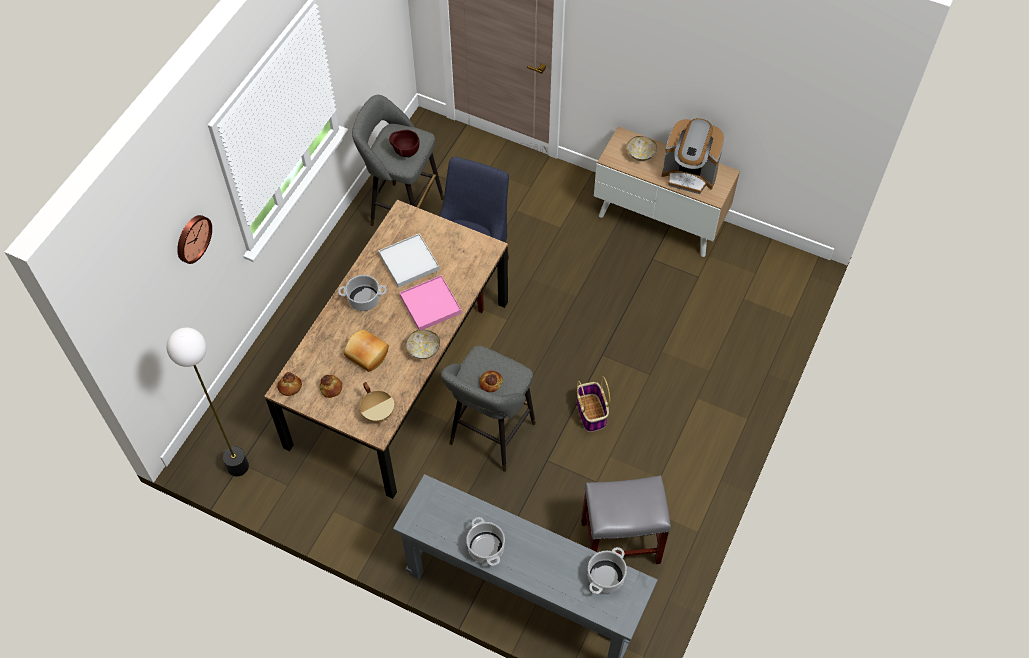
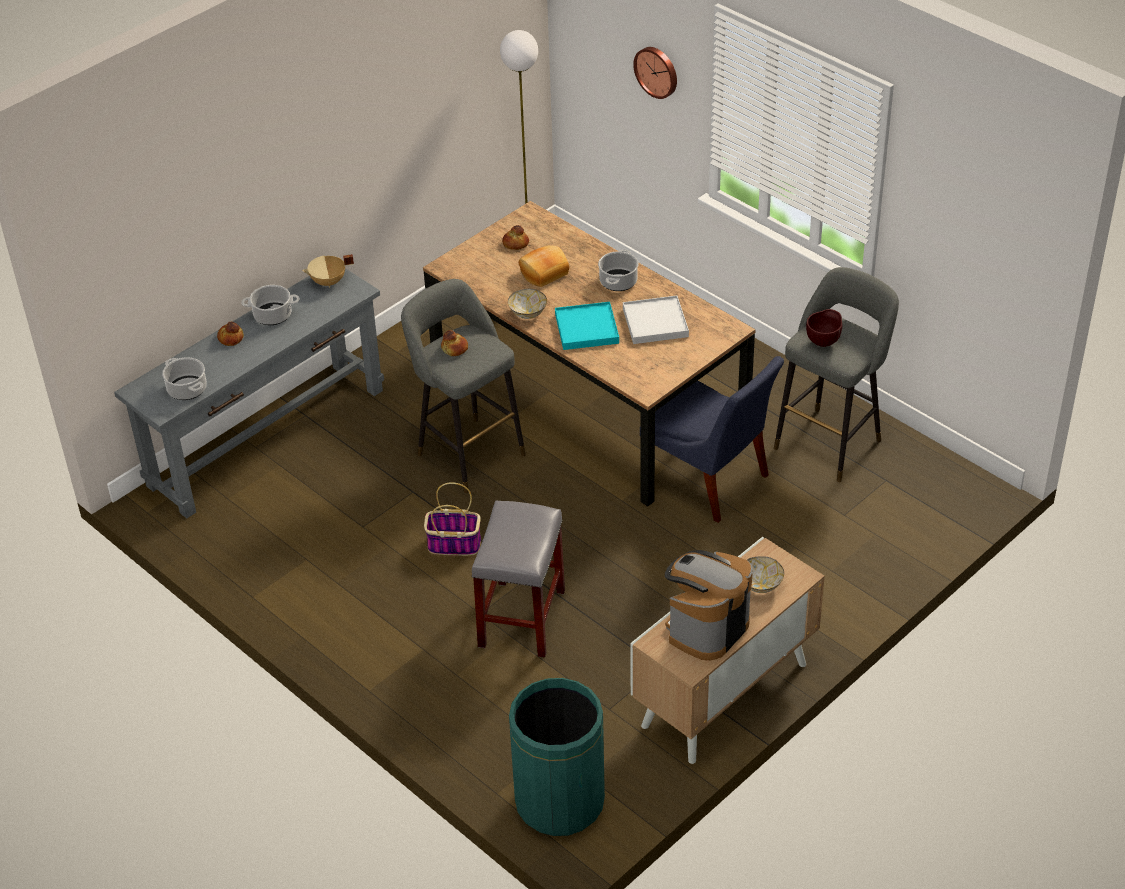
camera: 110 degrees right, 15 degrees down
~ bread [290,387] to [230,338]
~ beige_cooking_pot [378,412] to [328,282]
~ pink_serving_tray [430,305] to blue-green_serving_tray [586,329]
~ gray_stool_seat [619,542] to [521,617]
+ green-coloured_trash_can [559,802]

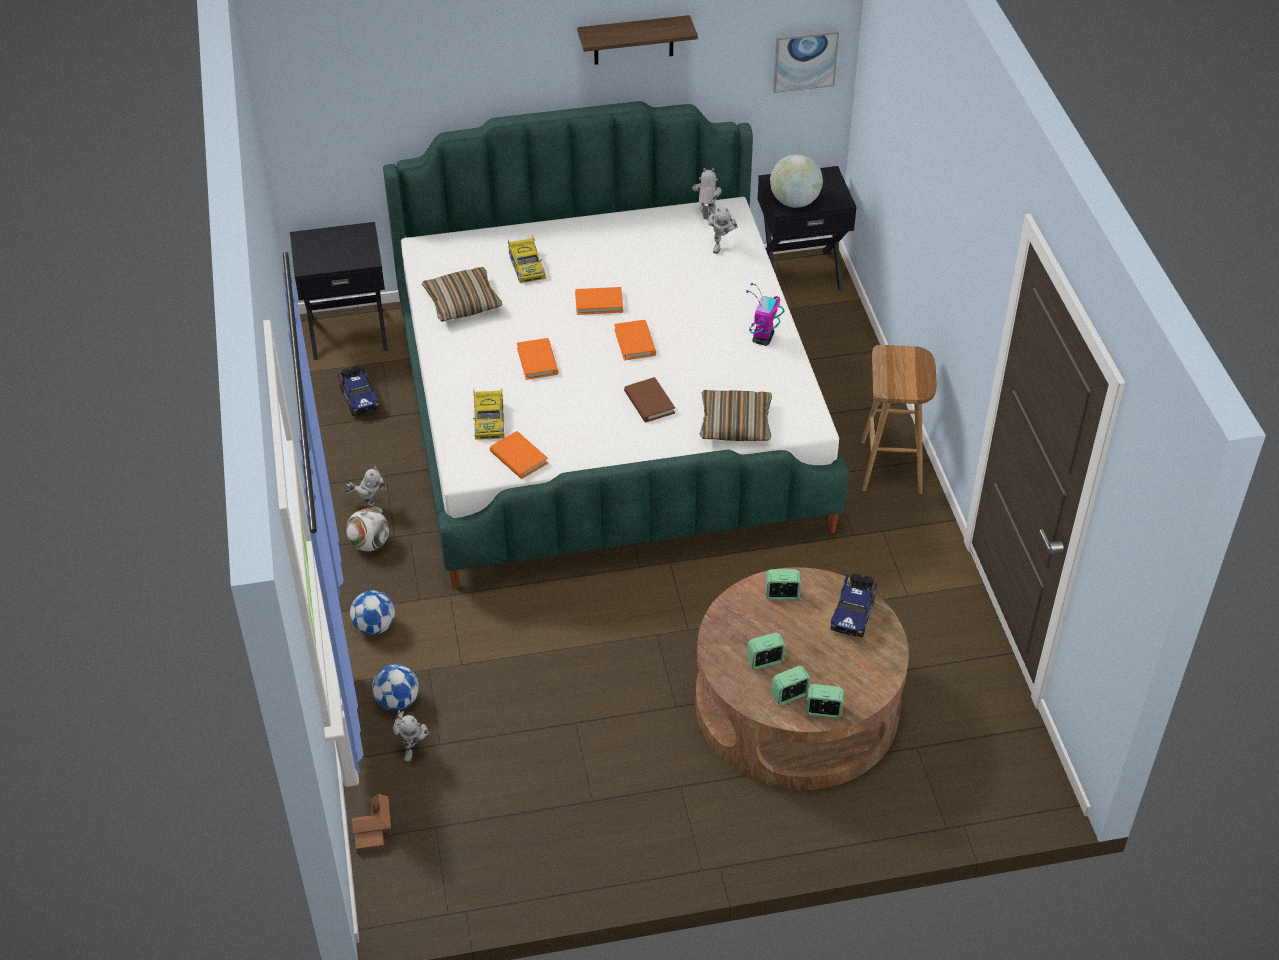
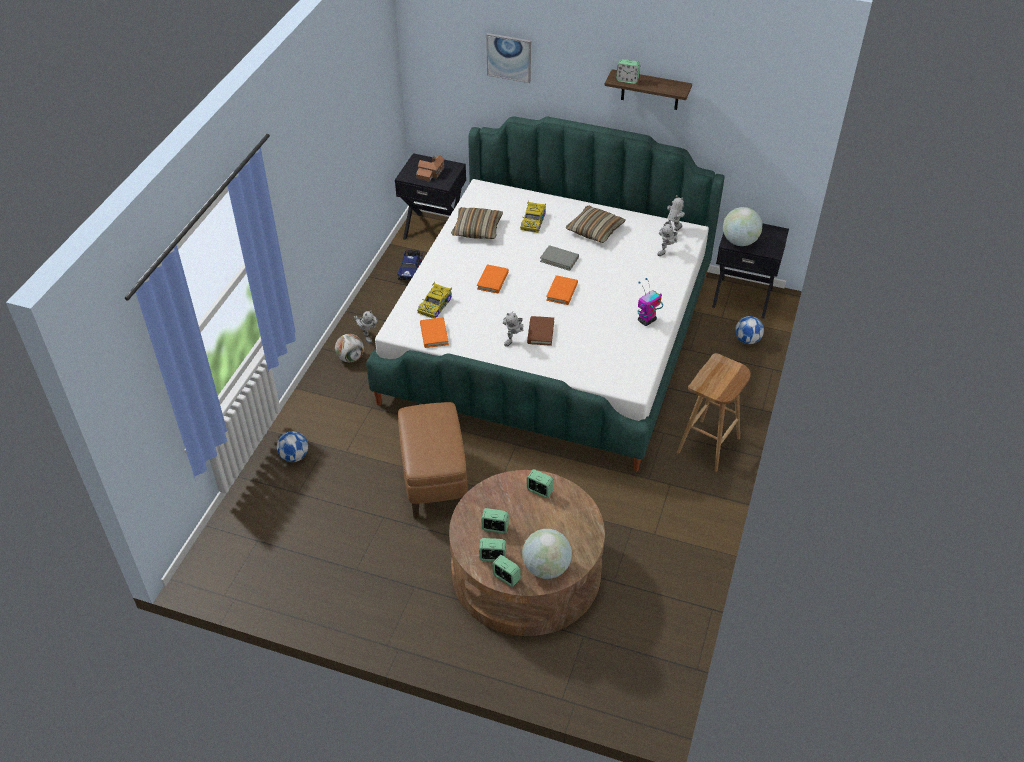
camera: 30 degrees right, 0 degrees up
~ football [374,626] to [747,340]
~ toy_house [373,831] to [430,173]
~ model_robot [413,747] to [514,340]
~ orange_bound_book [599,303] to gray_bound_book [559,259]
~ pillow [735,424] to [595,230]
~ wall_picture [805,60] to [509,57]
- toy_lorry [853,612]
+ brown-coloured_footrest [434,481]
+ world_globe [546,568]
+ alarm_clock [627,80]

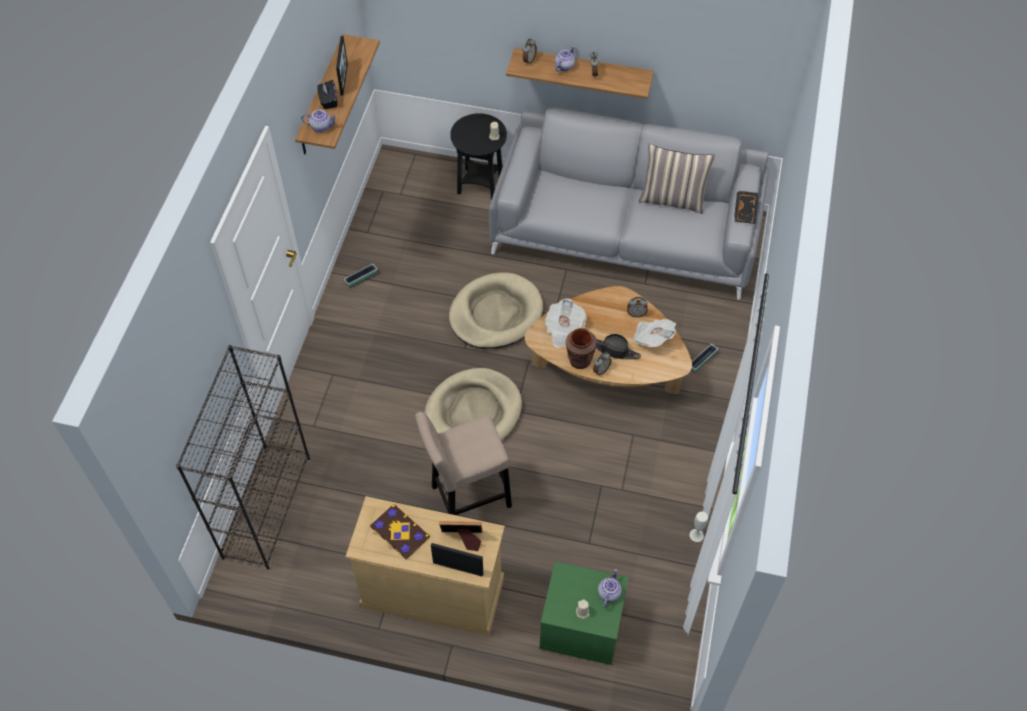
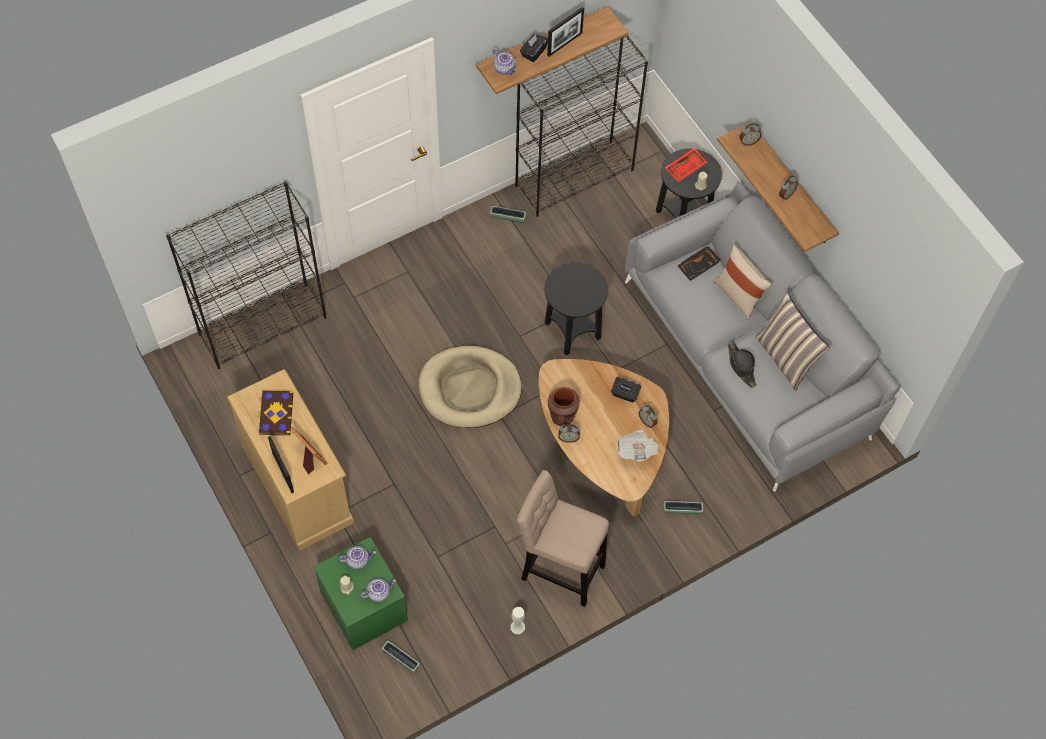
camera: 45 degrees right, 5 degrees up
~ beige_stool_seat [466,498] to [559,569]
~ beige_dog_bed [495,314] to black-coloured_end_table [572,331]
- newspaper [564,331]
~ pot_for_tea [564,66] to [358,560]
~ black-coloured_clothing_hat [615,350] to [741,366]
~ black-coloured_serving_tray [746,211] to [698,266]
+ plant_pot [401,659]
+ black-coloured_bookshelf [575,177]
+ black-coloured_tissue_holder [625,394]
+ red-coloured_serving_tray [686,168]
+ beige_pillow [738,296]

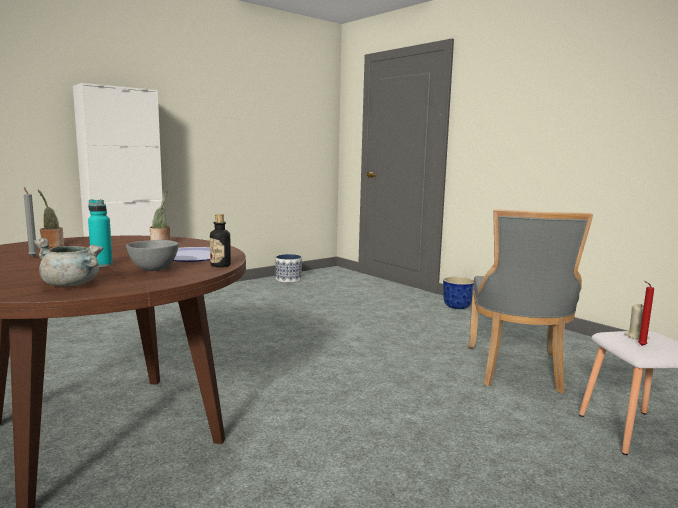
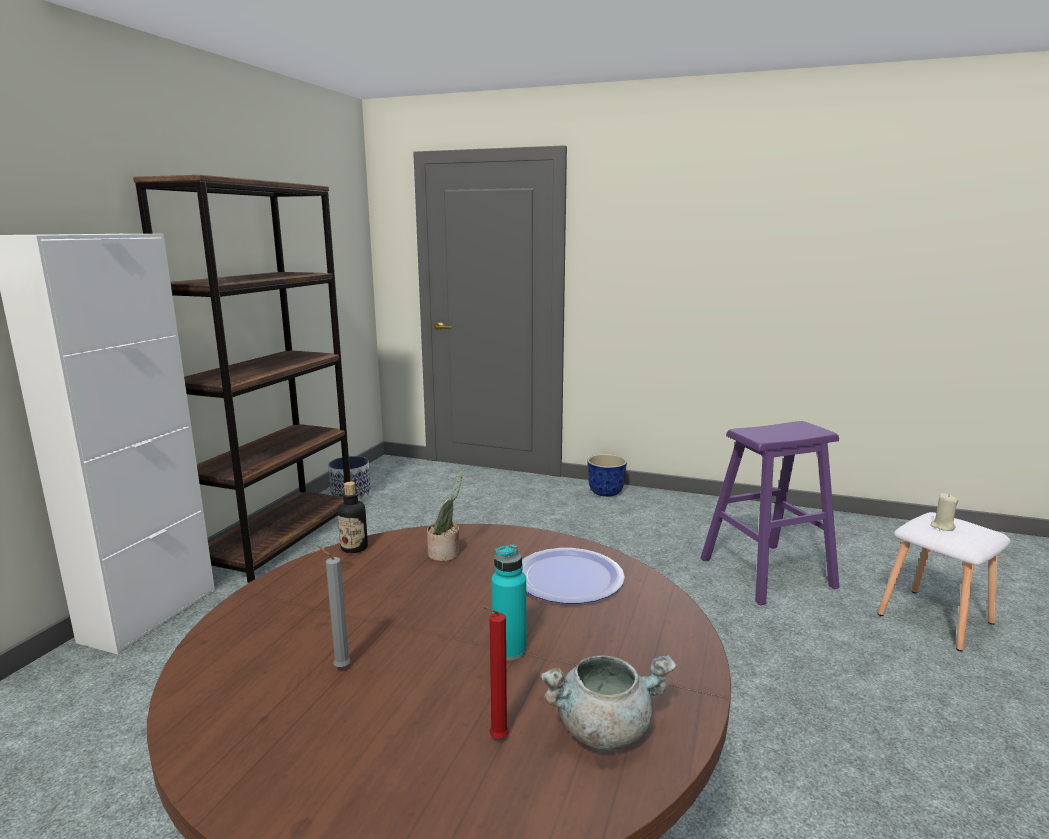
camera: 30 degrees left, 5 degrees up
- plant_in_a_pot [51,245]
- gray_bowl [153,270]
~ drink_bottle [220,265] to [354,548]
~ gray_chair [516,370] to purplish_stool_seat [766,573]
~ red-coloured_wax_candle [640,345] to [496,739]
+ brown-coloured_bookshelf [281,539]

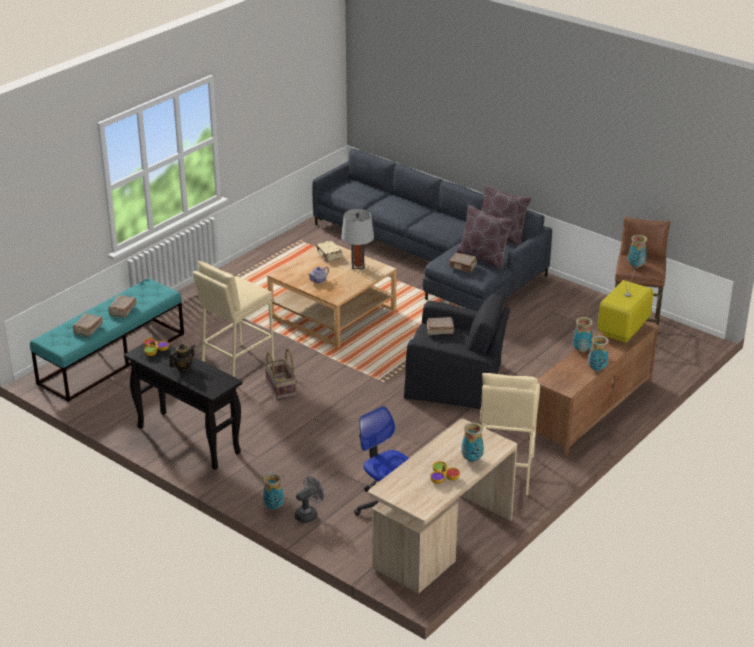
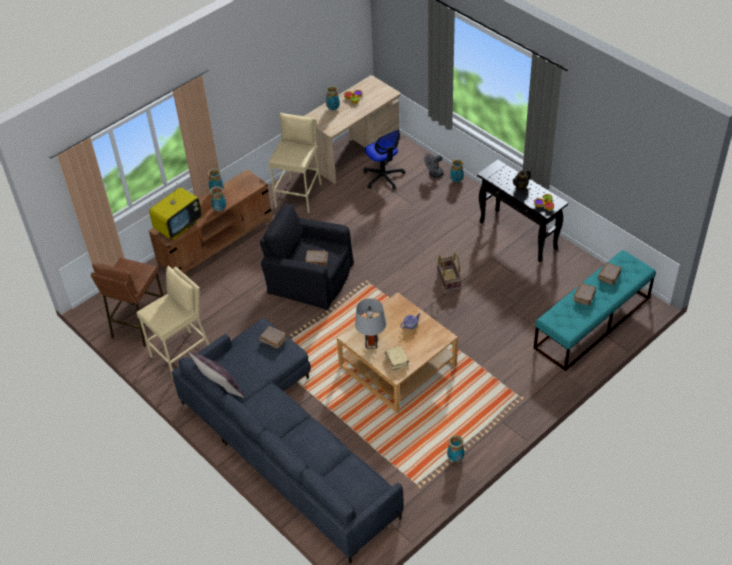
camera: 170 degrees left, 15 degrees up
~ beige_stool_seat [237,364] to [182,355]
- brown-coloured_pillow [483,258]
~ flower_vase [636,266] to [455,458]

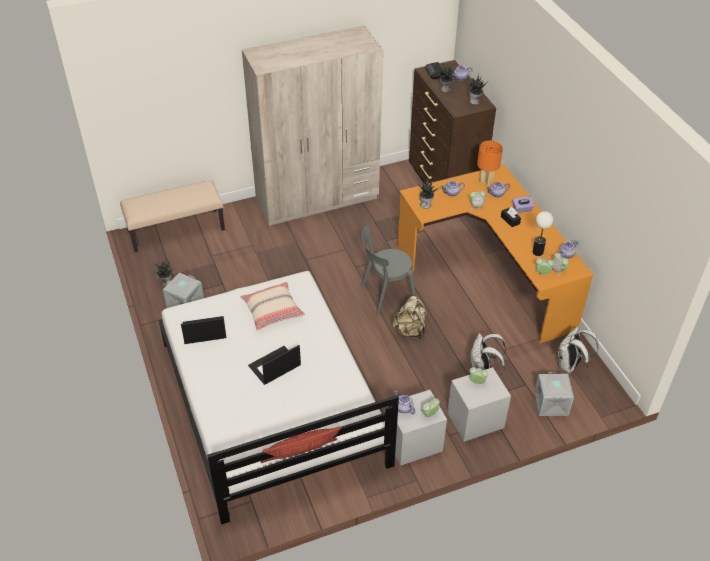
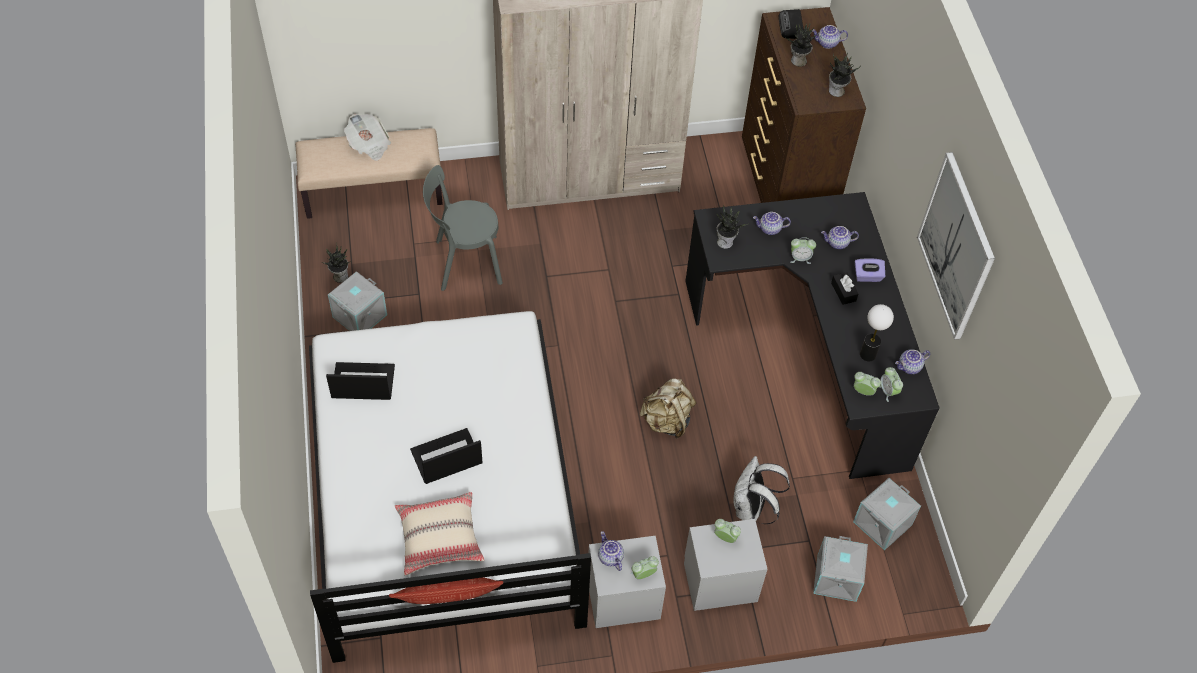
camera: 10 degrees right, 10 degrees up
~ beige_pillow [272,311] to [439,538]
~ gray_chair [385,296] to [464,262]
~ orange_desk [490,275] to black-coloured_desk [810,353]
- orange_table_lamp [486,181]
~ white-coloured_knapsack [570,366] to gray_storage_container [883,524]
+ newspaper [369,145]
+ wall_picture [956,246]

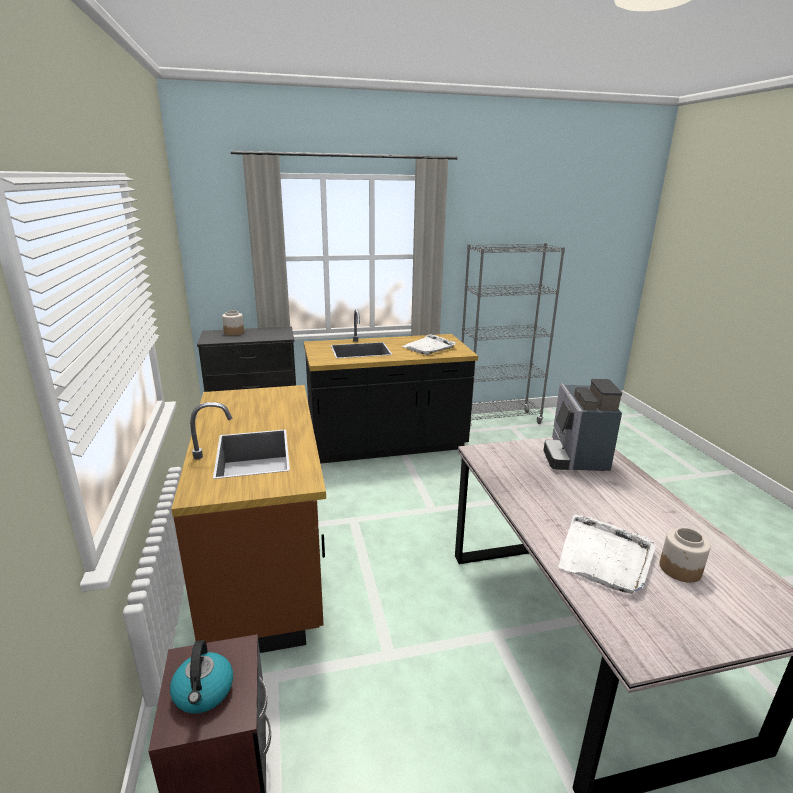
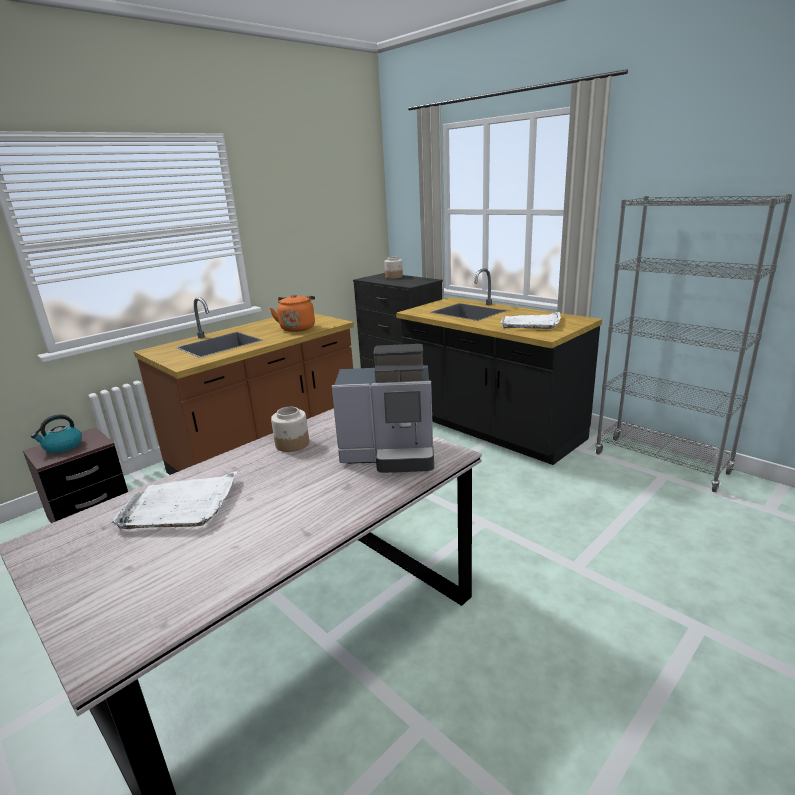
camera: 60 degrees right, 0 degrees up
~ coffee_machine [575,456] = [391,455] 150 degrees counterclockwise
~ storage_jar [680,569] to [292,444]
+ orange_water_kettle [298,328]

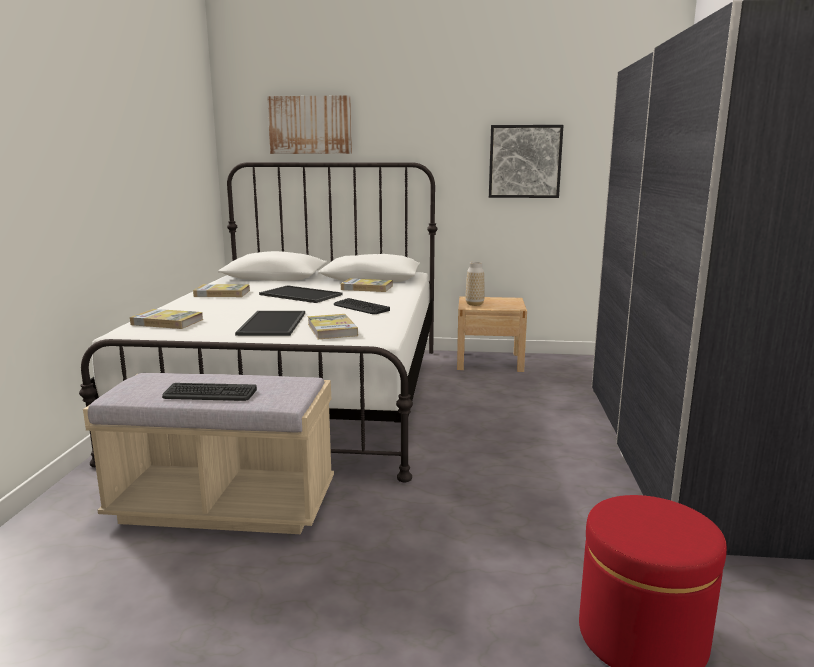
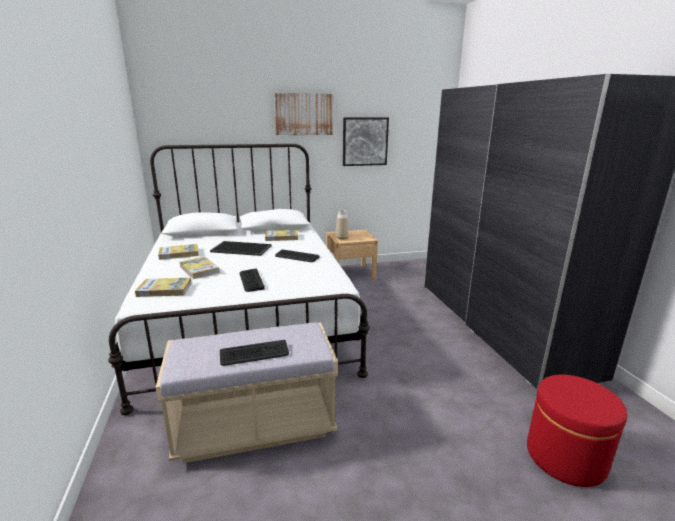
camera: 20 degrees left, 5 degrees up
~ serving_tray [273,324] to computer_keyboard [251,280]
~ wall_picture [310,125] to [304,114]
~ bound_book [332,329] to [199,269]

